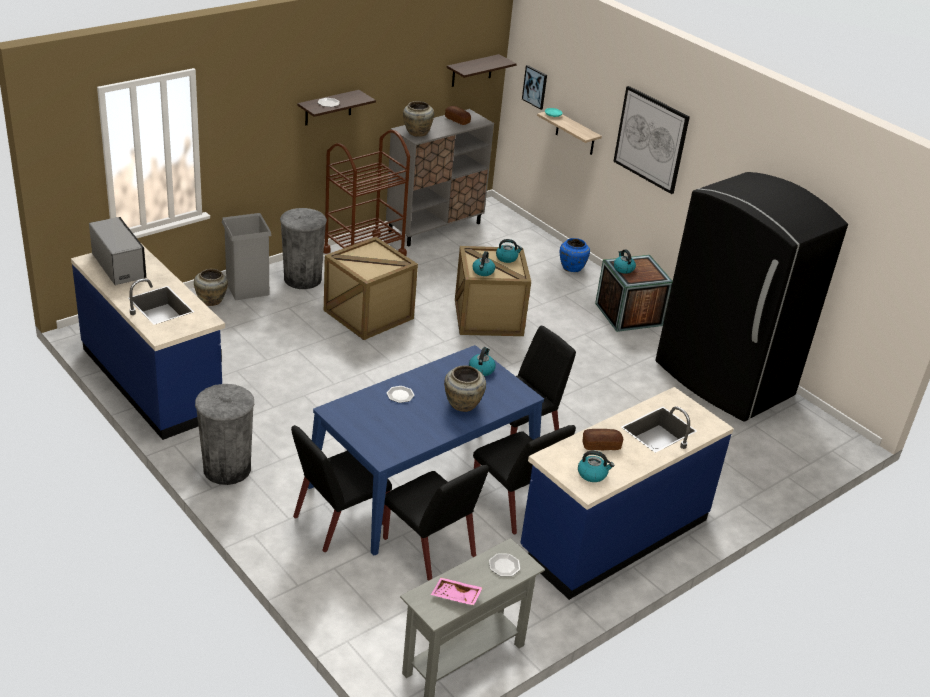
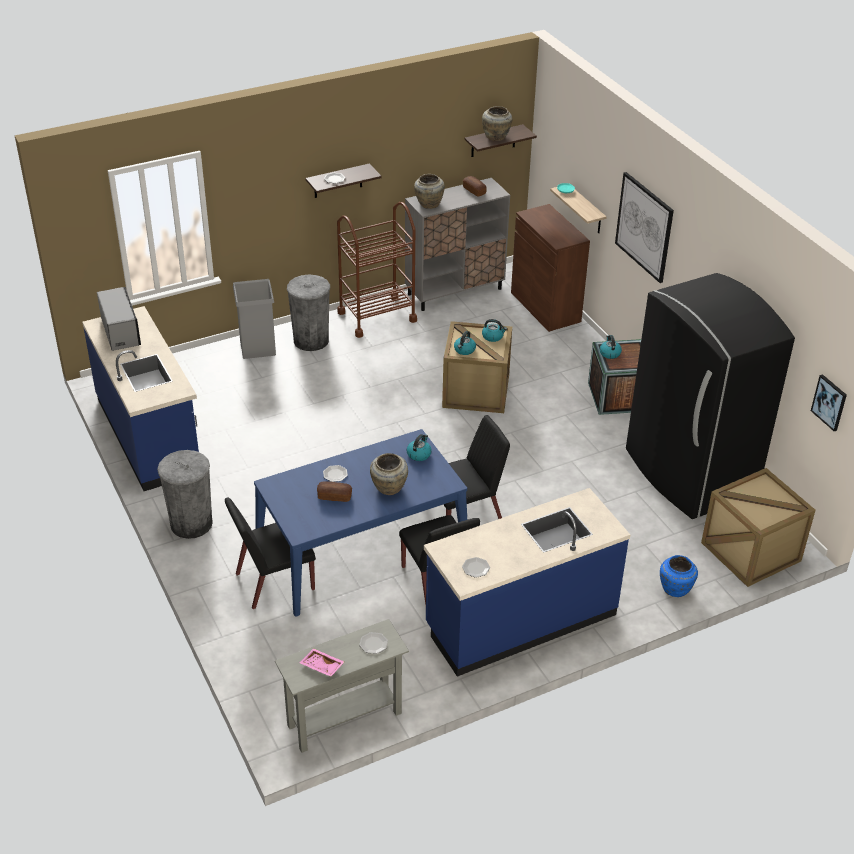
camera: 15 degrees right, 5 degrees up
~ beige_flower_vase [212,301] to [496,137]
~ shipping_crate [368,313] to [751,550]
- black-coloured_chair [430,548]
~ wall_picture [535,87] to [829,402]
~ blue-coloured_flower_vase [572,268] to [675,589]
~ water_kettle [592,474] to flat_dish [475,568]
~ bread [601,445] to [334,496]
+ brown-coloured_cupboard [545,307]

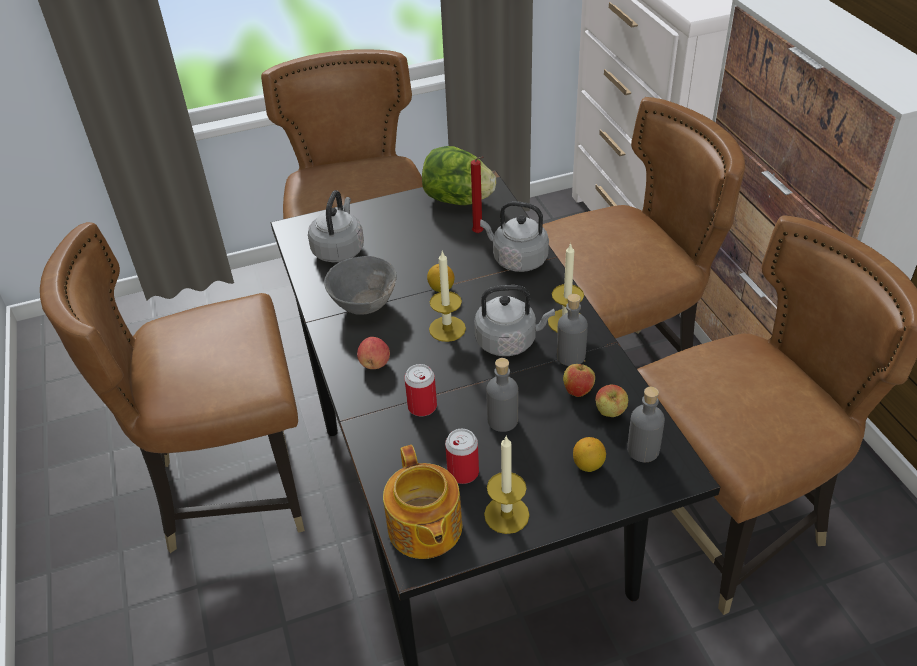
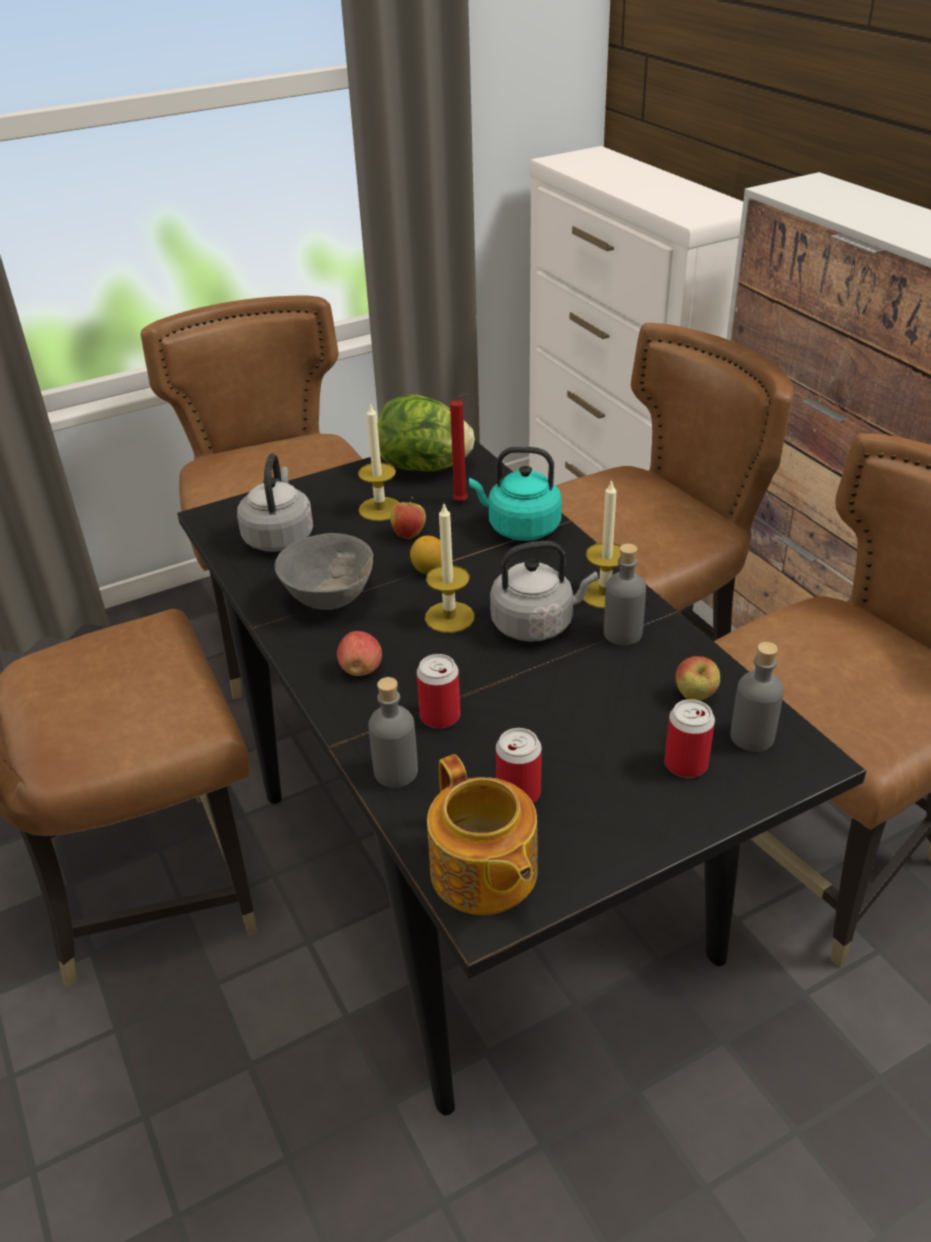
camera: 10 degrees left, 5 degrees down
~ gray_water_kettle [517,259] to blue-green_water_kettle [520,528]
~ wax_candle [506,515] to [380,509]
~ gray_drink_bottle [502,420] to [396,772]
~ whole_apple [578,391] to [409,534]
~ citrus_fruit [588,465] to sealed_can [685,764]

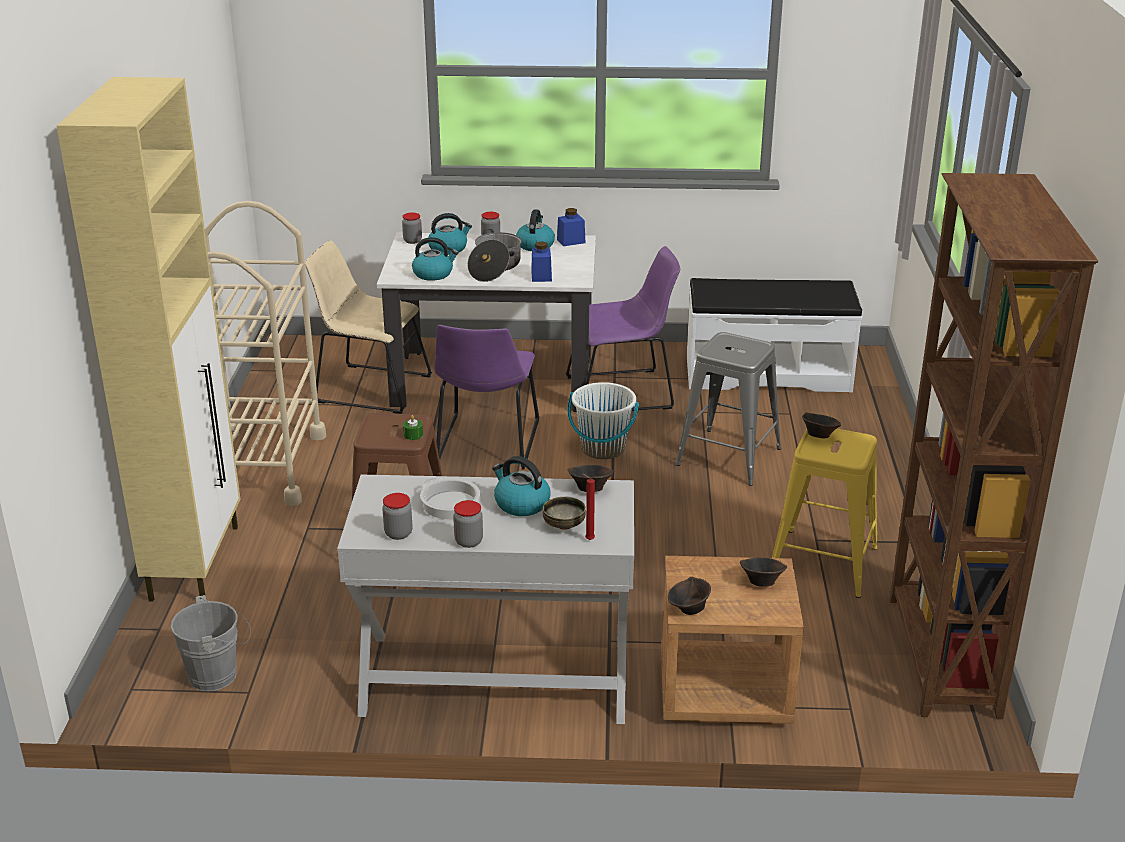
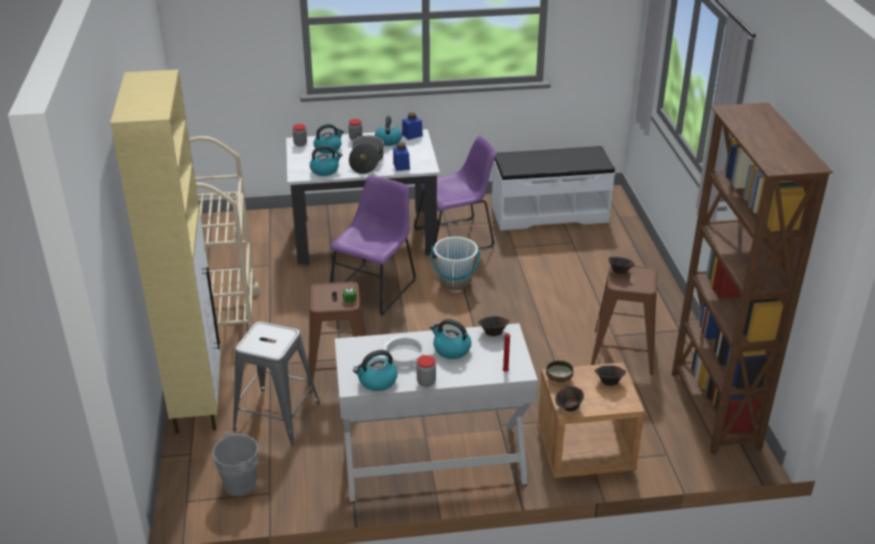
camera: 10 degrees left, 5 degrees up
- beige_chair [369,388]
~ storage_jar [398,533] to water_kettle [377,381]
~ purplish_chair [487,445] = [374,287] 150 degrees counterclockwise
~ bowl [564,526] to [559,379]
~ gray_stool_seat [729,457] to [277,416]
~ yellow_stool_seat [823,563] to brown-coloured_stool_seat [623,352]

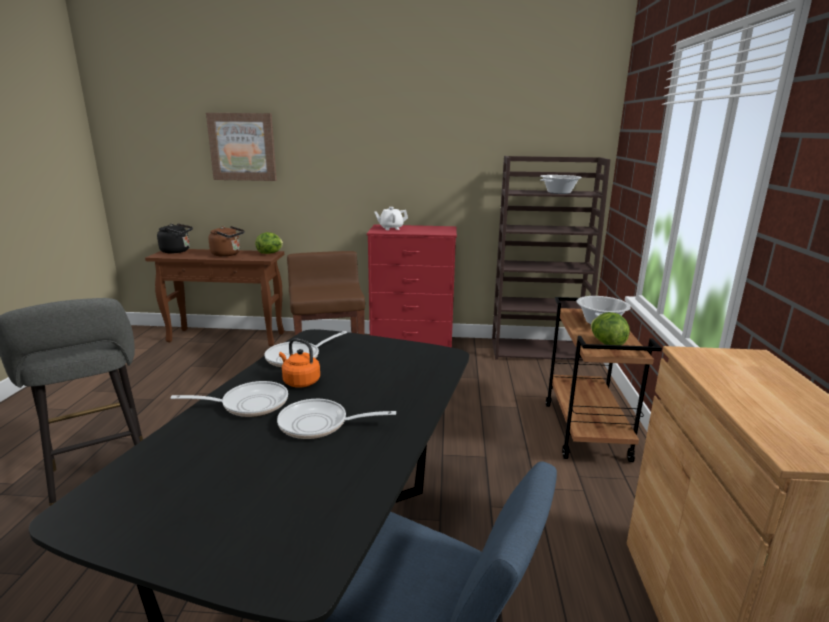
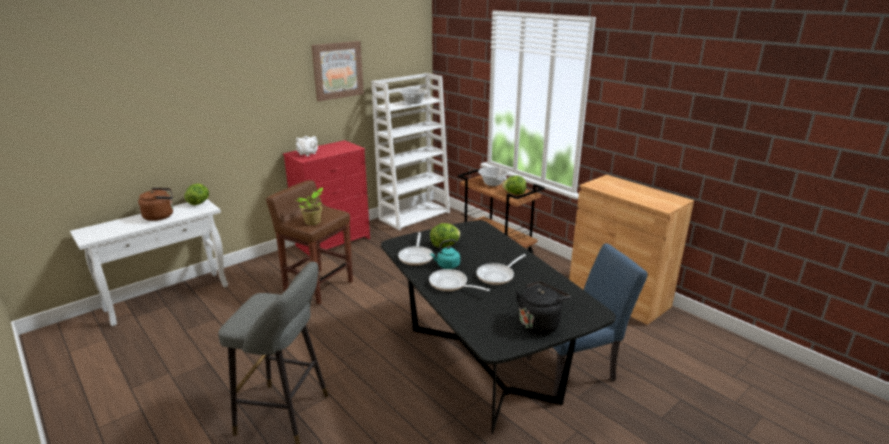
camera: 45 degrees left, 5 degrees up
~ brown-coloured_narrow_table [227,337] to white-coloured_narrow_table [169,297]
~ black-coloured_water_kettle [177,251] to [540,323]
~ frying_pan [249,404] = [451,284] 90 degrees counterclockwise
~ wall_picture [242,147] to [337,70]
~ orange_water_kettle [300,382] to blue-green_water_kettle [447,266]
~ brown-coloured_bookshelf [538,350] to white-coloured_bookshelf [415,215]
+ plant_in_a_pot [313,222]
+ head_of_lettuce [445,245]

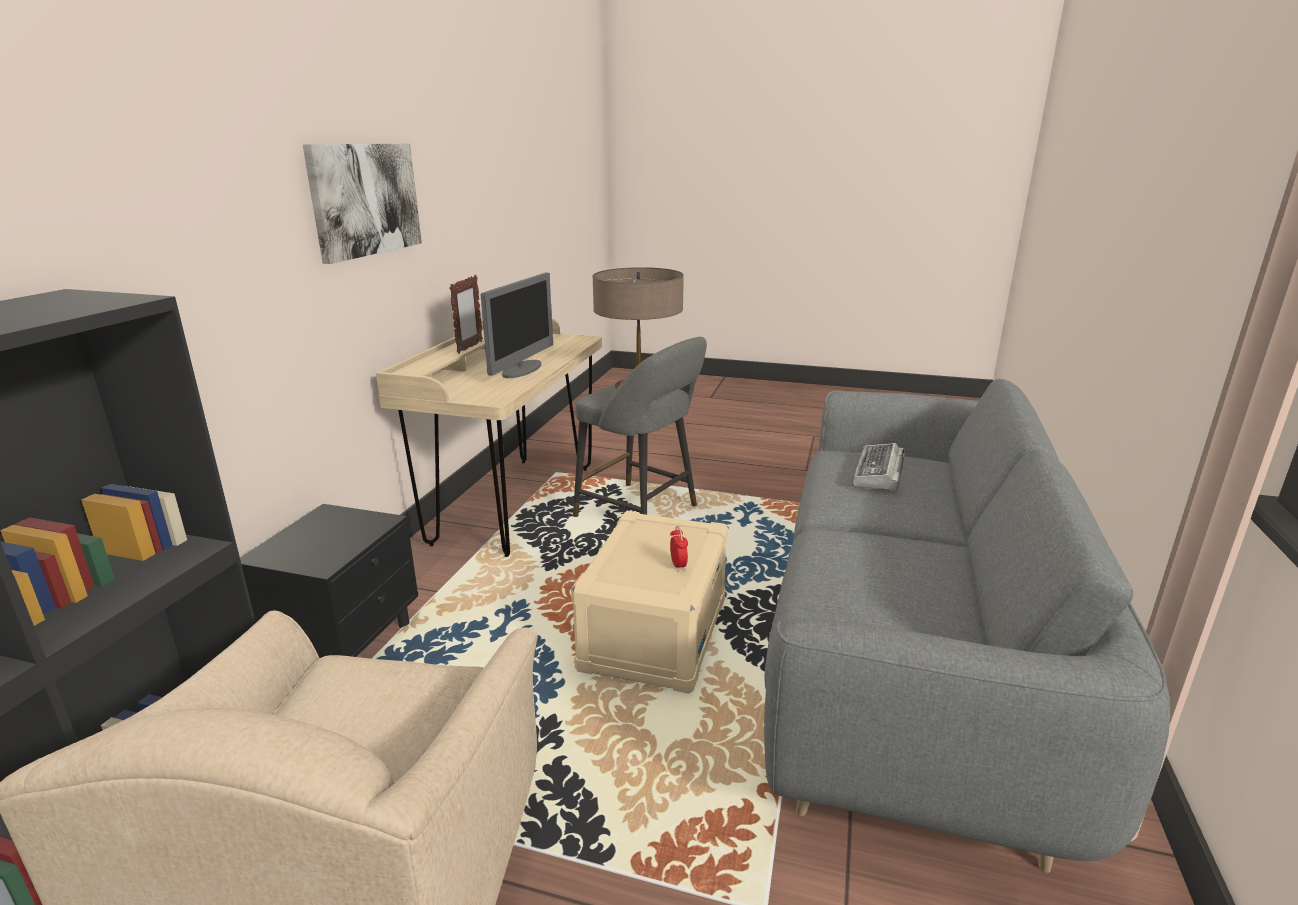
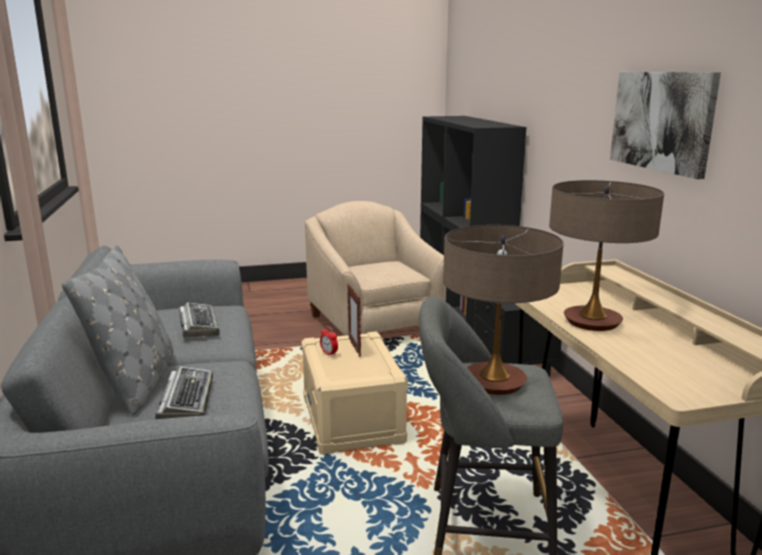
camera: 150 degrees right, 5 degrees down
~ photo_frame [469,347] to [354,347]
~ monitor [522,369] to table_lamp [592,321]
+ gray_pillow [136,382]
+ computer_keyboard [198,325]

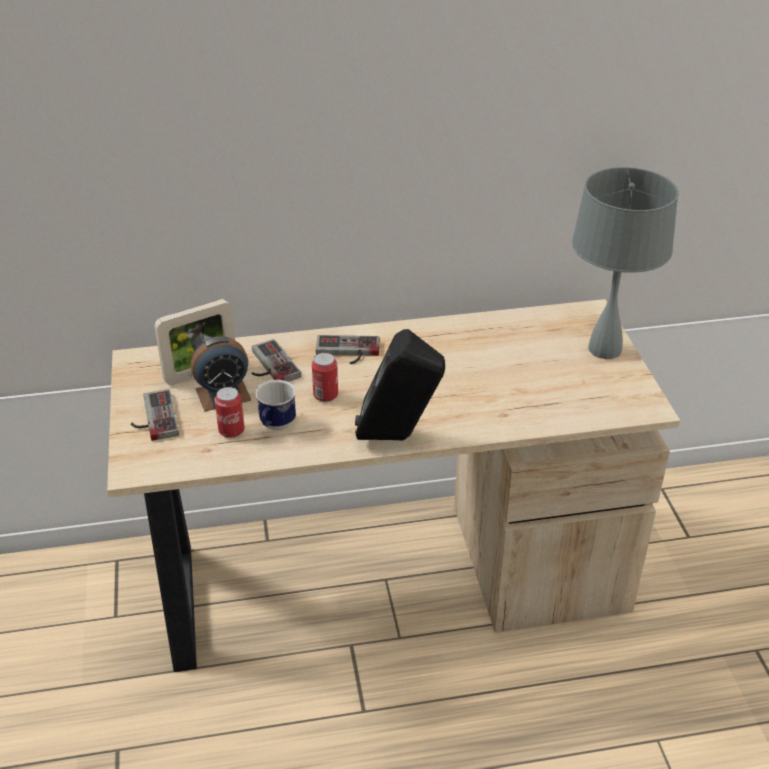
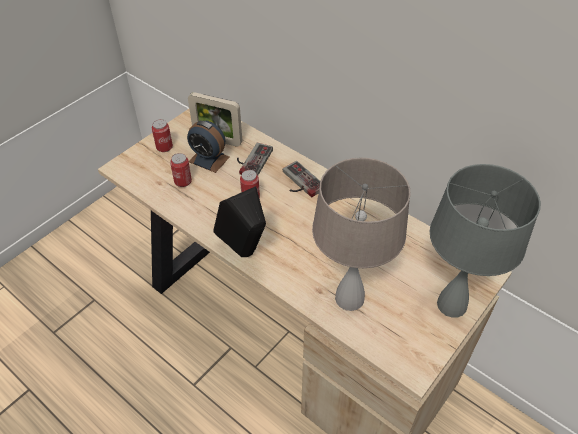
camera: 50 degrees right, 10 degrees up
~ joypad [152,418] to sealed_can [164,147]
- mug [275,426]
+ beige_table_lamp [349,298]

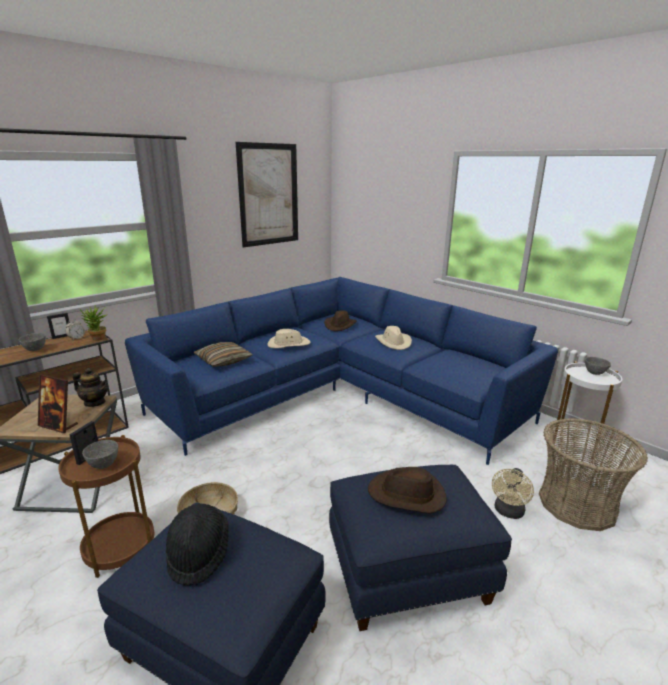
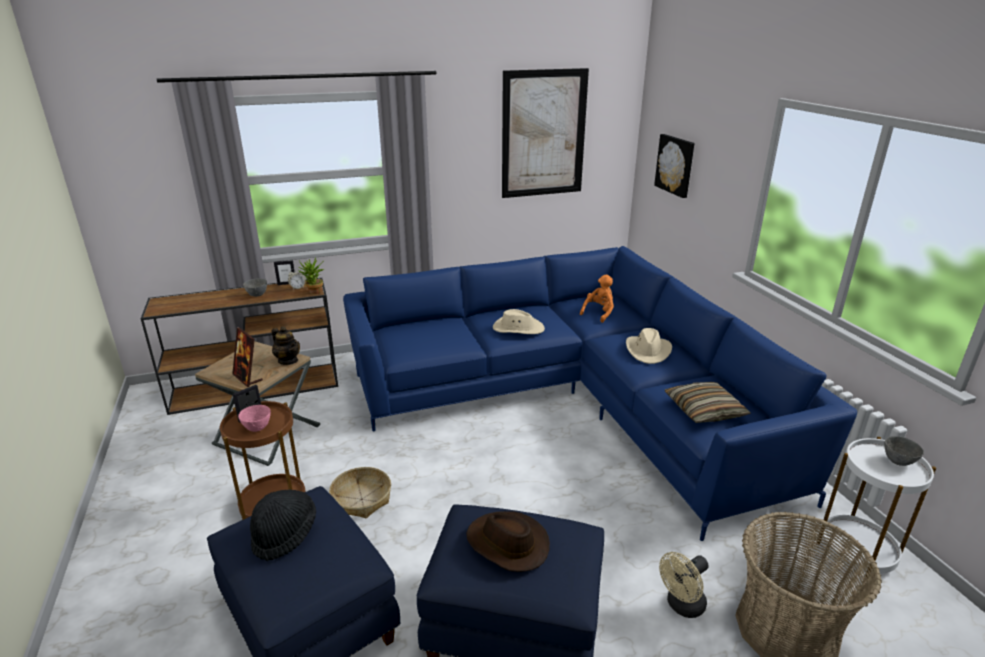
camera: 25 degrees right, 5 degrees up
~ gray_bowl [103,465] to pink_bowl [256,428]
~ pillow [223,360] to [704,410]
~ brown-coloured_clothing_hat [340,325] to orange_cuddly_toy [599,313]
+ wall_picture [675,165]

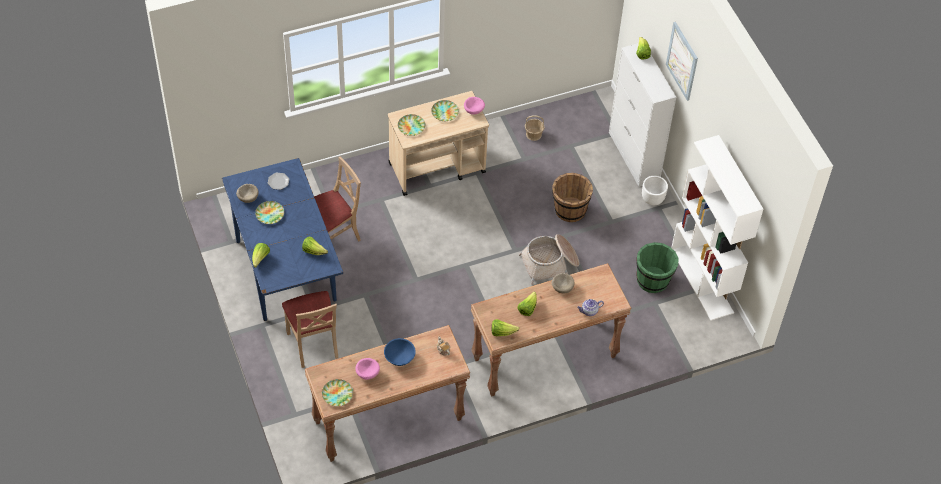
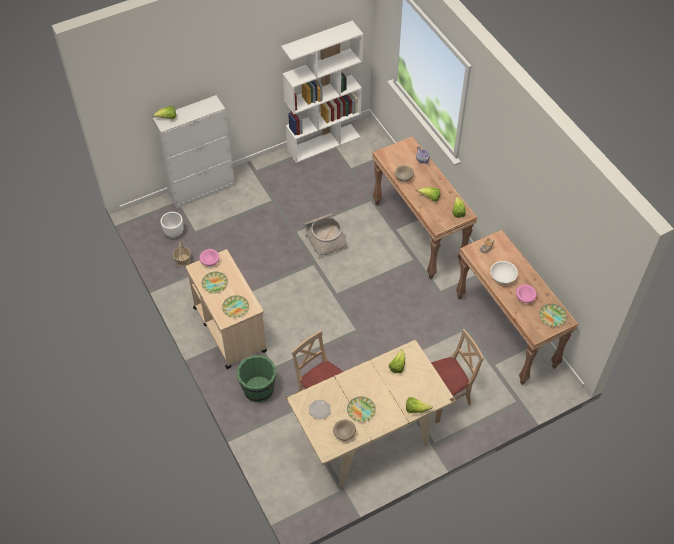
camera: 95 degrees left, 0 degrees up
~ blue-coloured_kitchen_table [286,271] to beige_kitchen_table [368,435]
~ blue-coloured_bowl [399,358] to white-coloured_bowl [502,277]
- brown-coloured_water_bucket [569,210]
~ green-coloured_water_bucket [653,280] to [258,389]
~ white-coloured_plant_pot [652,199] to [173,233]
- wall_picture [682,61]

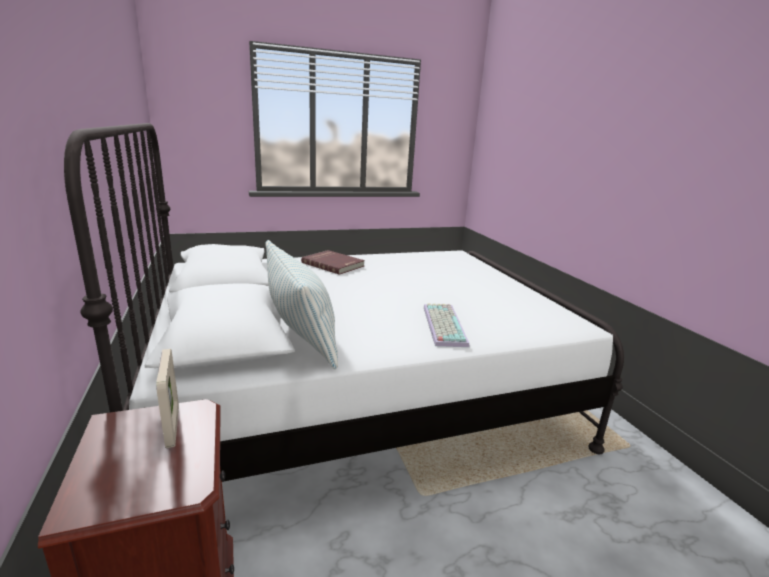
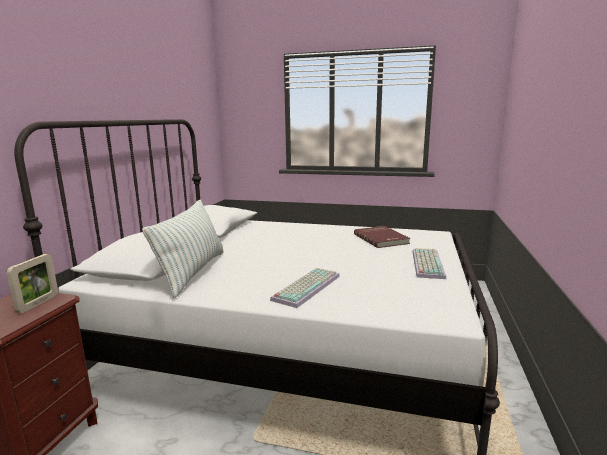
camera: 35 degrees right, 5 degrees down
~ red-coloured_bound_book [333,264] to [381,239]
+ computer_keyboard [426,263]

